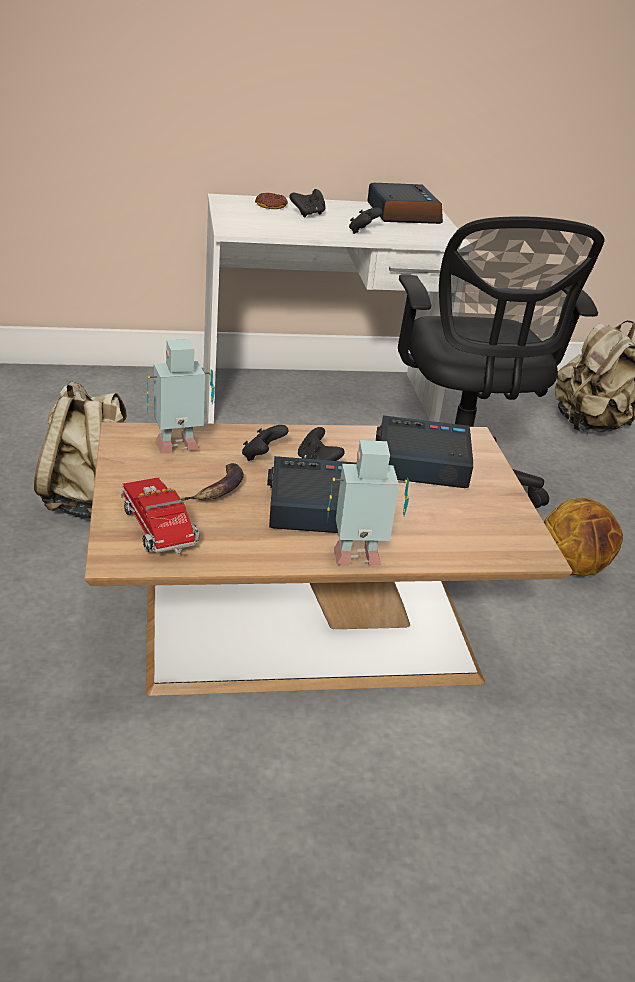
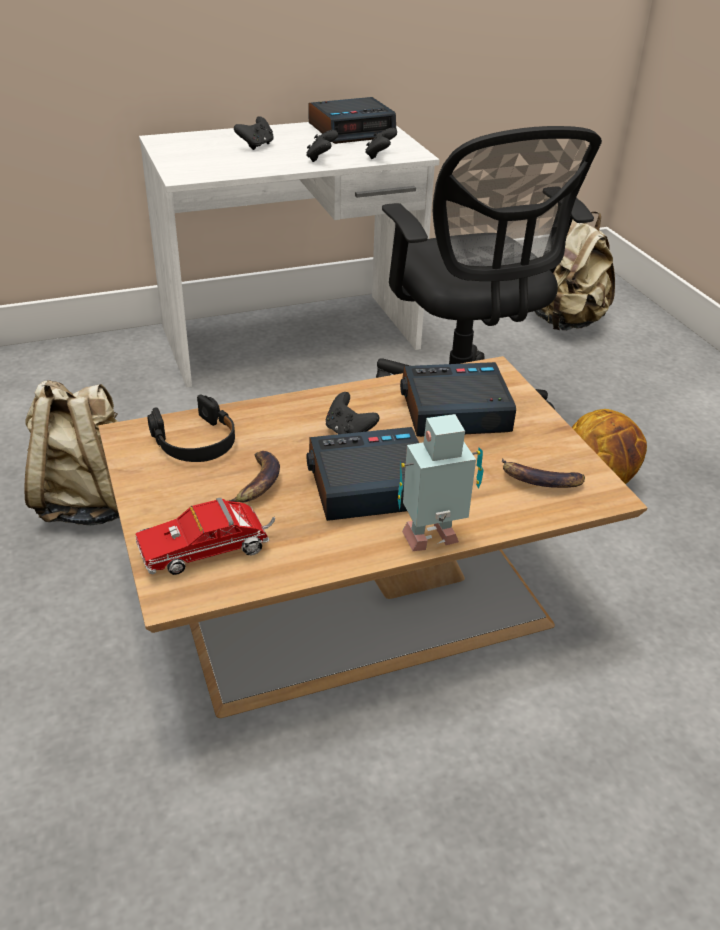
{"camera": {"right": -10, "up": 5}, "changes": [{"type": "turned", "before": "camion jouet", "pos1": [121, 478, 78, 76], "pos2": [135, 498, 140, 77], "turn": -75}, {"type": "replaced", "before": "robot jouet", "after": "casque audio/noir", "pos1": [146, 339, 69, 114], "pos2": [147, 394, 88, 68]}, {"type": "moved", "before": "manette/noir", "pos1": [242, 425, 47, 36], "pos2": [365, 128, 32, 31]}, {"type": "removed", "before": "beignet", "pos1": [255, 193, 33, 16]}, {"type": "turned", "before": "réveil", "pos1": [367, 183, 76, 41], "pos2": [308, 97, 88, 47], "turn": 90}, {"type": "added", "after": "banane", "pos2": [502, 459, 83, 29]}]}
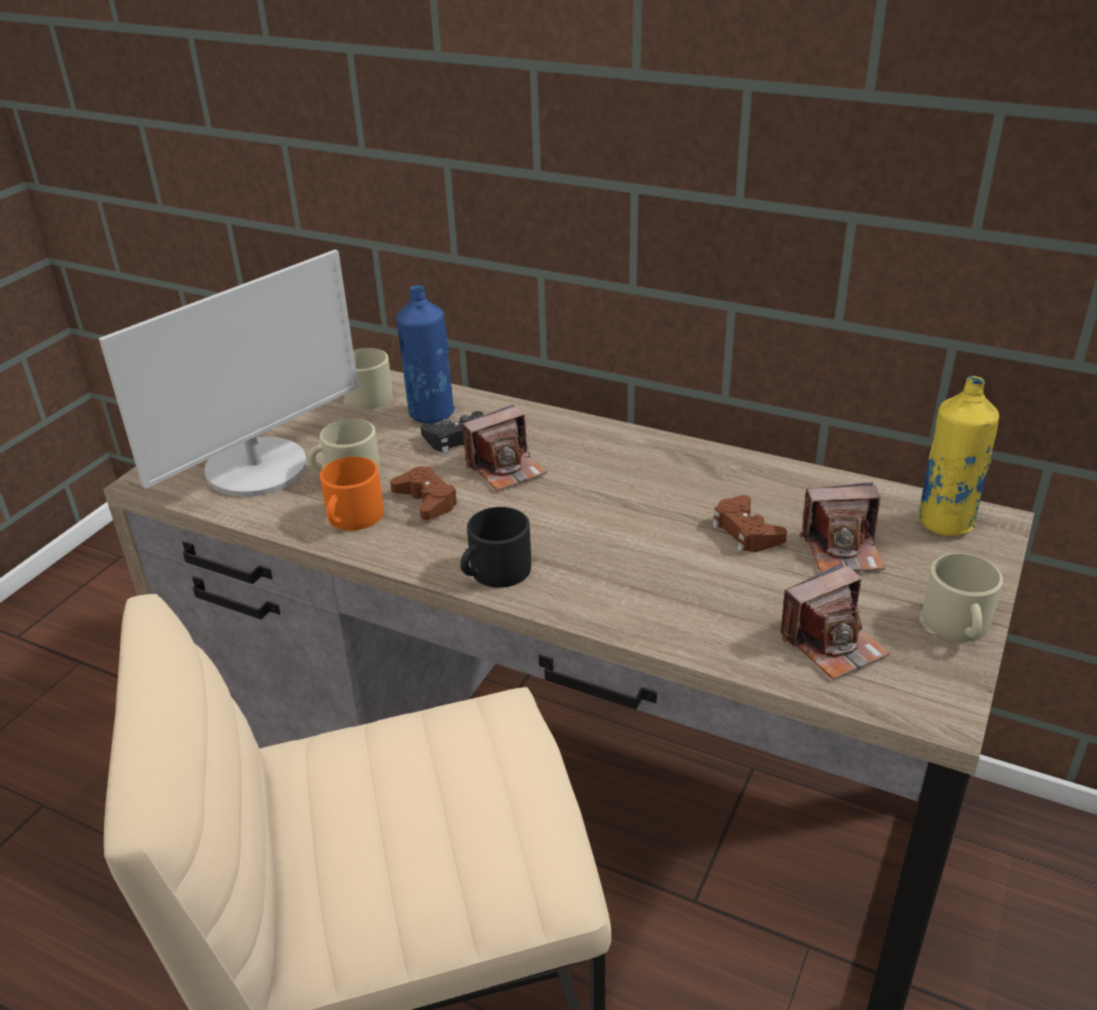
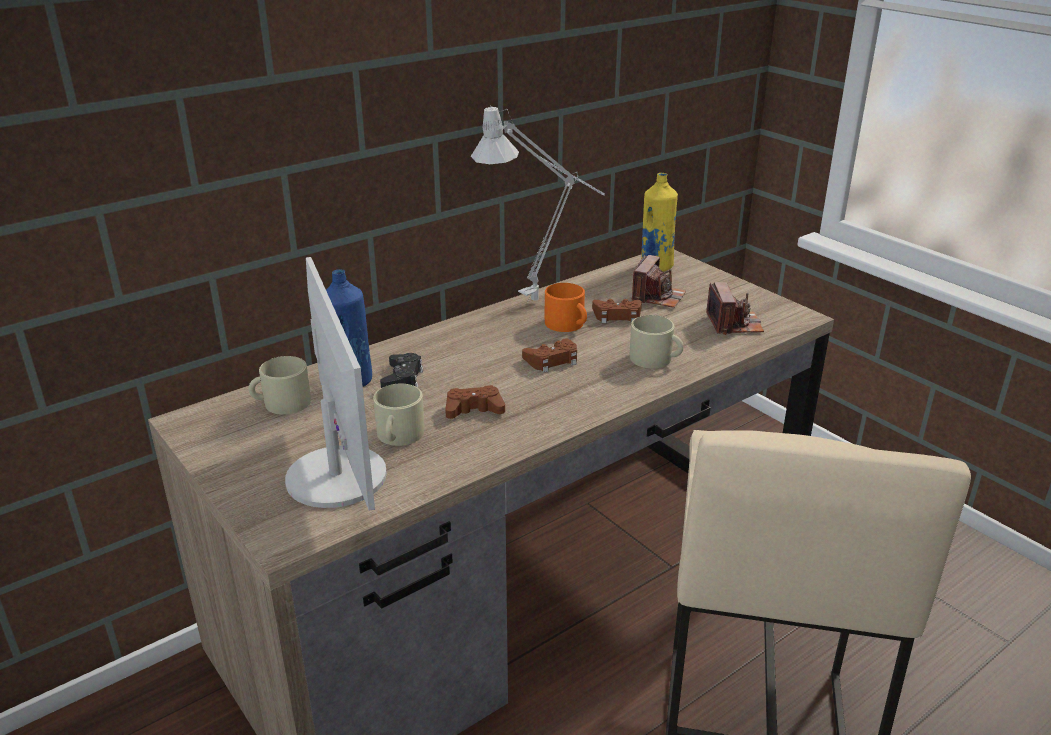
{"camera": {"right": -65, "up": -5}, "changes": [{"type": "moved", "before": "mug/orange", "pos1": [320, 457, 64, 74], "pos2": [545, 283, 42, 49]}, {"type": "removed", "before": "mug/noir", "pos1": [460, 507, 71, 81]}, {"type": "removed", "before": "appareil photo", "pos1": [462, 404, 85, 87]}, {"type": "moved", "before": "mug/beige", "pos1": [922, 553, 81, 89], "pos2": [630, 315, 54, 53]}, {"type": "added", "after": "lampe de table/gris", "pos2": [471, 107, 134, 193]}, {"type": "added", "after": "manette/marron", "pos2": [522, 339, 55, 34]}]}
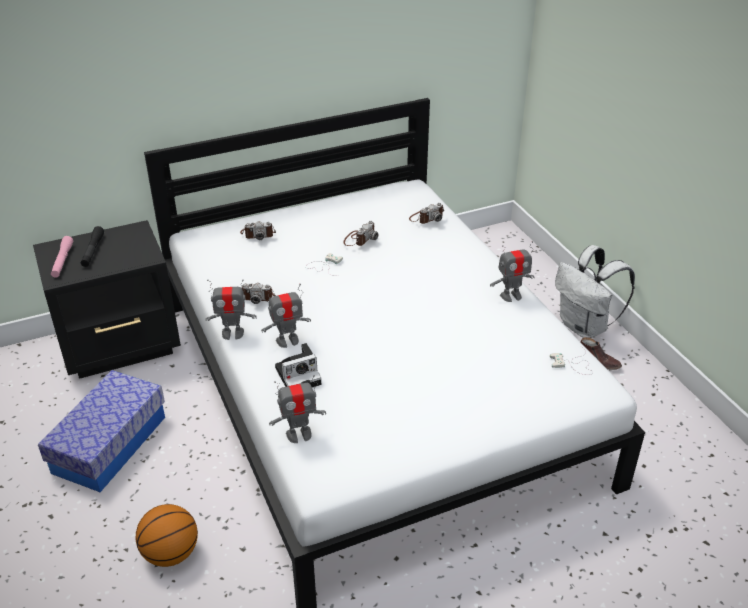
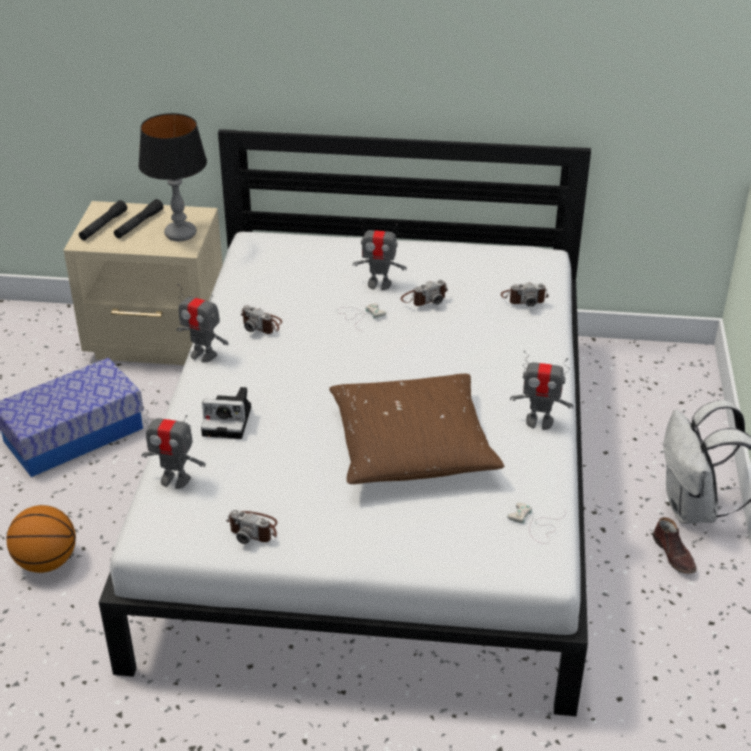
{"camera": {"right": 30, "up": 0}, "changes": [{"type": "recoloured", "before": "table de chevet/noir", "after": "table de chevet/beige", "pos1": [33, 220, 148, 159], "pos2": [64, 201, 159, 164]}, {"type": "recoloured", "before": "lampe de poche/rose", "after": "lampe de poche/noir", "pos1": [51, 236, 22, 42], "pos2": [79, 200, 48, 40]}, {"type": "moved", "before": "appareil photo", "pos1": [240, 221, 36, 19], "pos2": [226, 510, 51, 34]}, {"type": "moved", "before": "robot jouet", "pos1": [261, 284, 50, 64], "pos2": [353, 219, 54, 71]}, {"type": "added", "after": "lampe de table", "pos2": [138, 113, 69, 128]}, {"type": "added", "after": "coussin/marron", "pos2": [329, 374, 175, 110]}]}
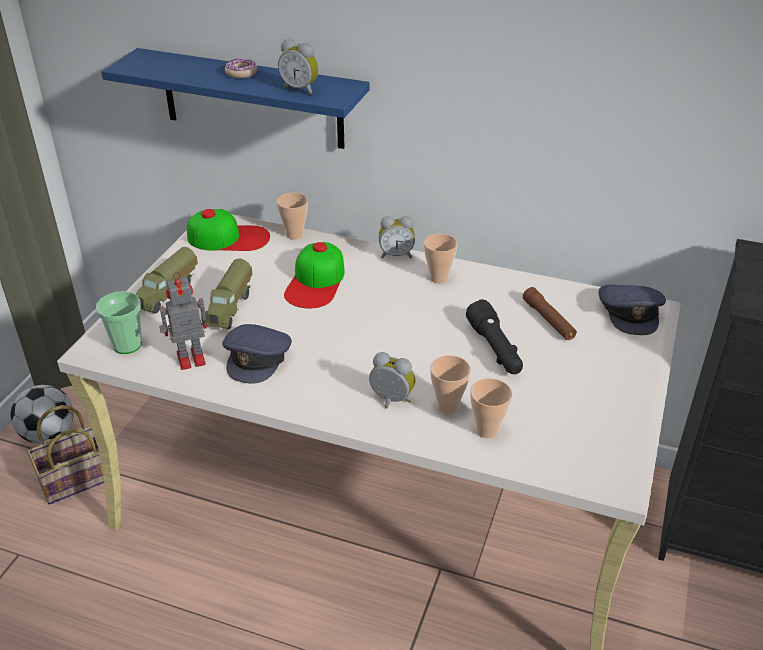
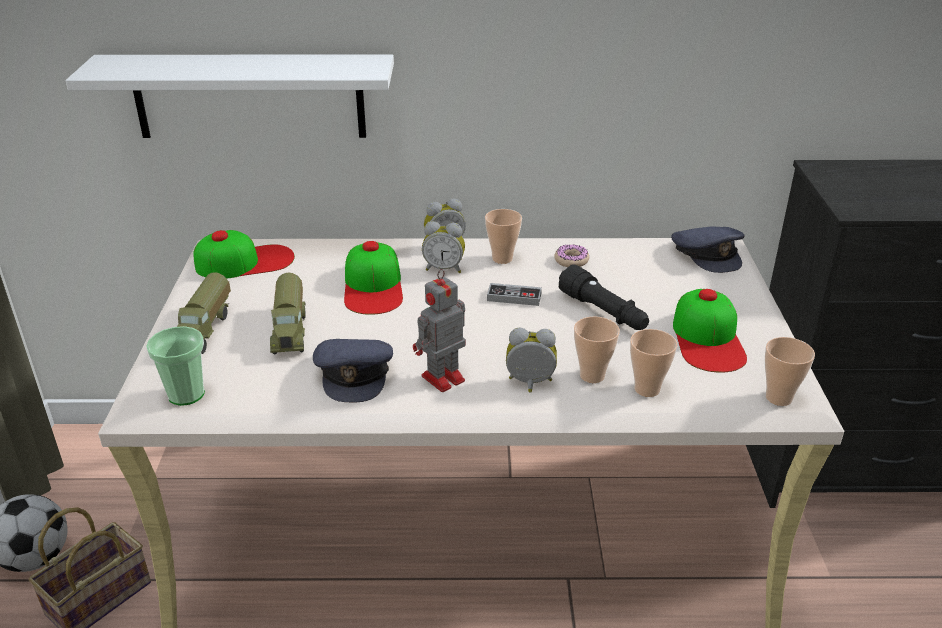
{"camera": {"right": -20, "up": -5}, "changes": [{"type": "recoloured", "before": "étagère/bleu", "after": "étagère/blanc", "pos1": [101, 48, 269, 101], "pos2": [66, 54, 328, 84]}, {"type": "moved", "before": "robot jouet", "pos1": [159, 272, 48, 98], "pos2": [413, 269, 53, 123]}, {"type": "moved", "before": "beignet", "pos1": [225, 58, 32, 20], "pos2": [554, 244, 35, 23]}, {"type": "moved", "before": "tasse", "pos1": [277, 193, 31, 46], "pos2": [765, 337, 50, 69]}, {"type": "moved", "before": "réveil", "pos1": [278, 39, 41, 56], "pos2": [422, 221, 43, 52]}, {"type": "removed", "before": "lampe de poche/marron", "pos1": [523, 287, 54, 53]}, {"type": "added", "after": "manette", "pos2": [487, 283, 55, 23]}, {"type": "added", "after": "casquette", "pos2": [673, 289, 74, 84]}]}
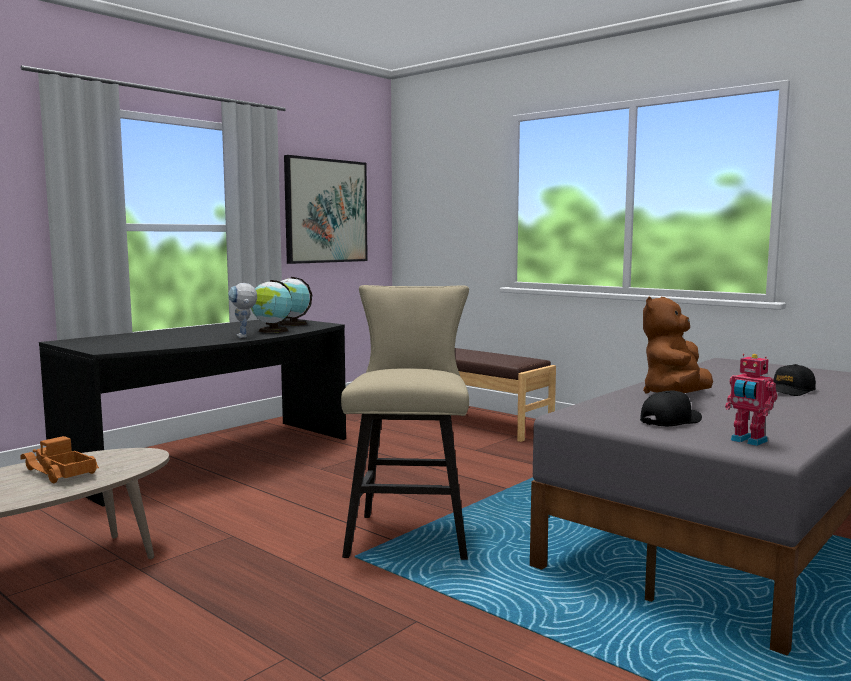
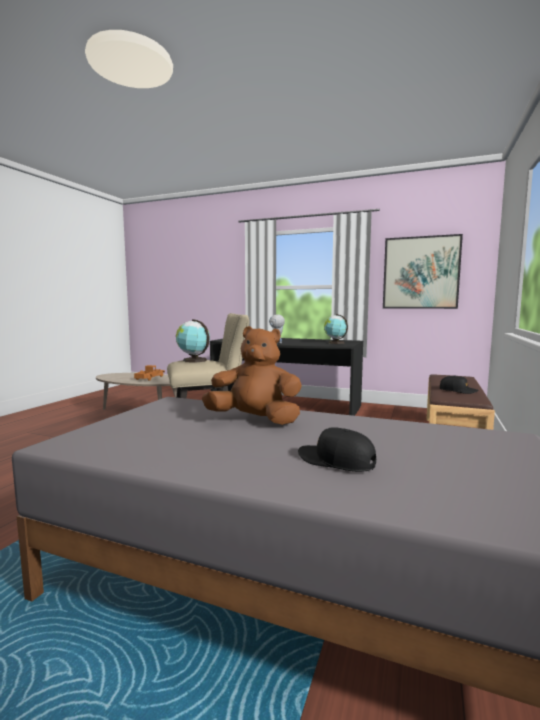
{"camera": {"right": 70, "up": 0}, "changes": [{"type": "moved", "before": "globe", "pos1": [251, 280, 41, 53], "pos2": [176, 319, 34, 44]}, {"type": "moved", "before": "casquette/noir", "pos1": [640, 391, 62, 35], "pos2": [440, 376, 39, 18]}, {"type": "removed", "before": "robot jouet", "pos1": [725, 354, 52, 92]}]}
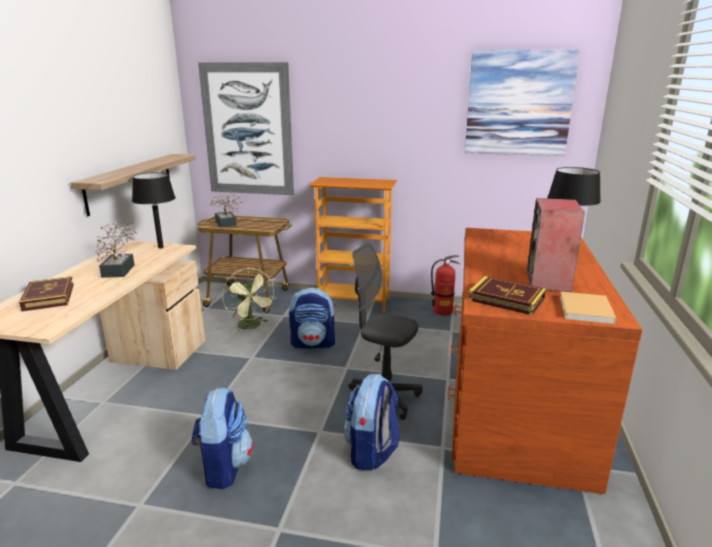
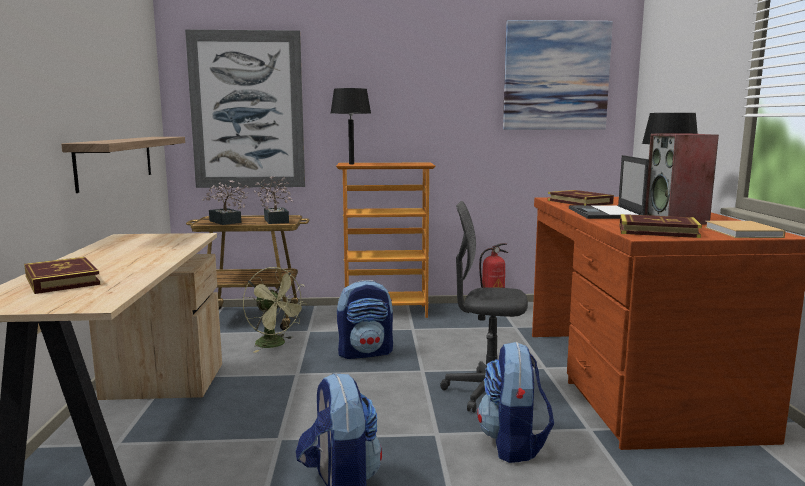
{"camera": {"right": -15, "up": -10}, "changes": [{"type": "moved", "before": "plante en pot", "pos1": [95, 219, 42, 59], "pos2": [254, 176, 39, 48]}, {"type": "moved", "before": "lampe de table/noir", "pos1": [132, 172, 44, 76], "pos2": [331, 88, 40, 76]}, {"type": "added", "after": "livre", "pos2": [548, 190, 66, 15]}, {"type": "added", "after": "ordinateur portable", "pos2": [569, 155, 80, 64]}]}
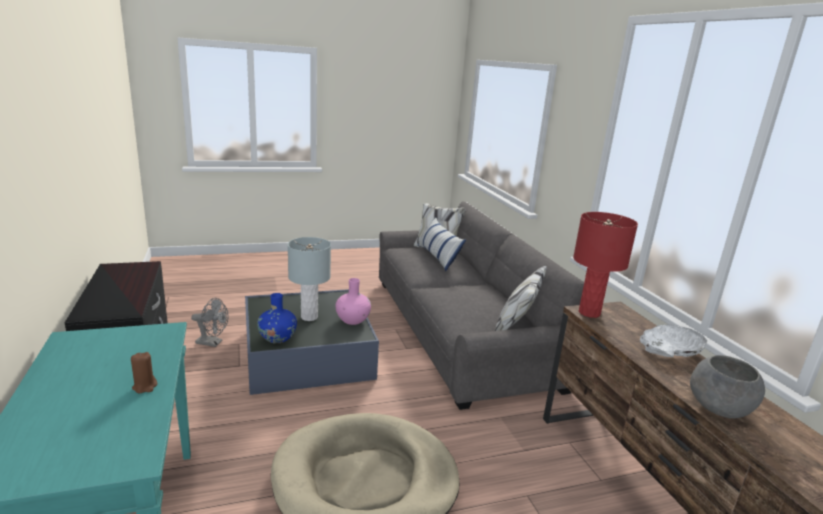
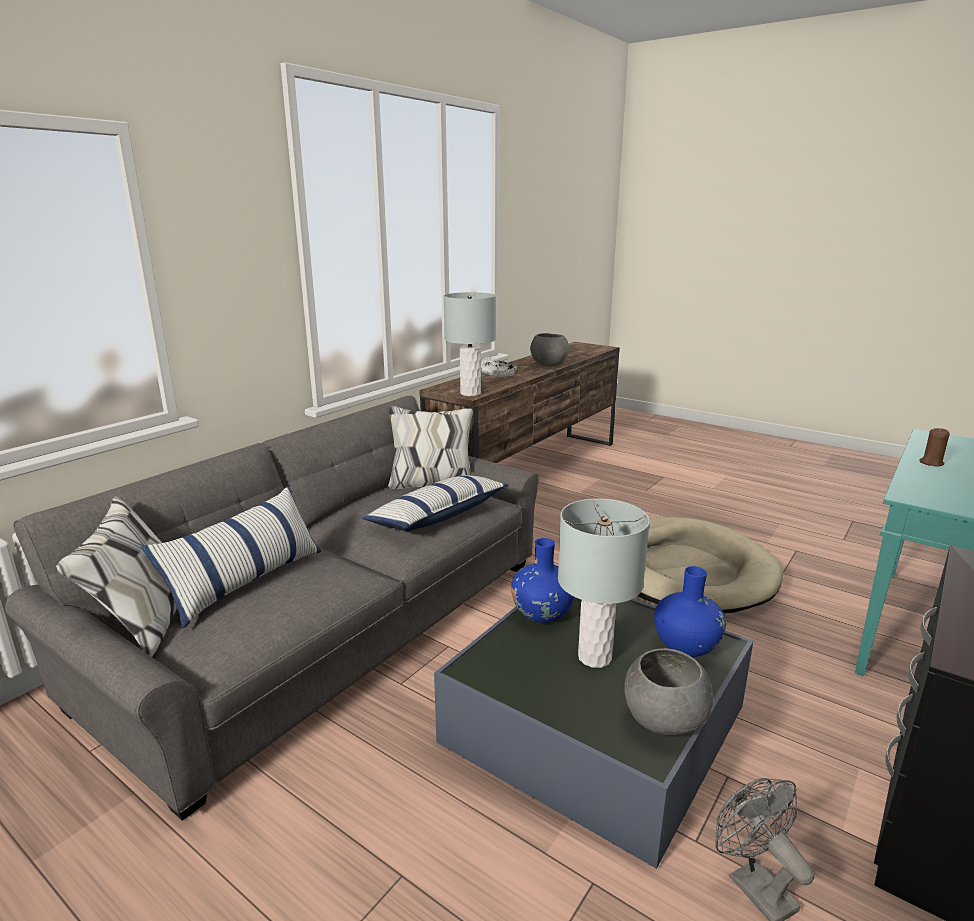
{"camera": {"right": -125, "up": 0}, "changes": [{"type": "recoloured", "before": "vase/rose", "after": "vase/bleu", "pos1": [336, 278, 35, 47], "pos2": [511, 538, 64, 85]}, {"type": "recoloured", "before": "lampe de table/rouge", "after": "lampe de table/gris", "pos1": [573, 212, 65, 106], "pos2": [444, 292, 52, 104]}, {"type": "added", "after": "coussin", "pos2": [362, 475, 146, 56]}, {"type": "added", "after": "bol/gris", "pos2": [624, 648, 89, 87]}]}
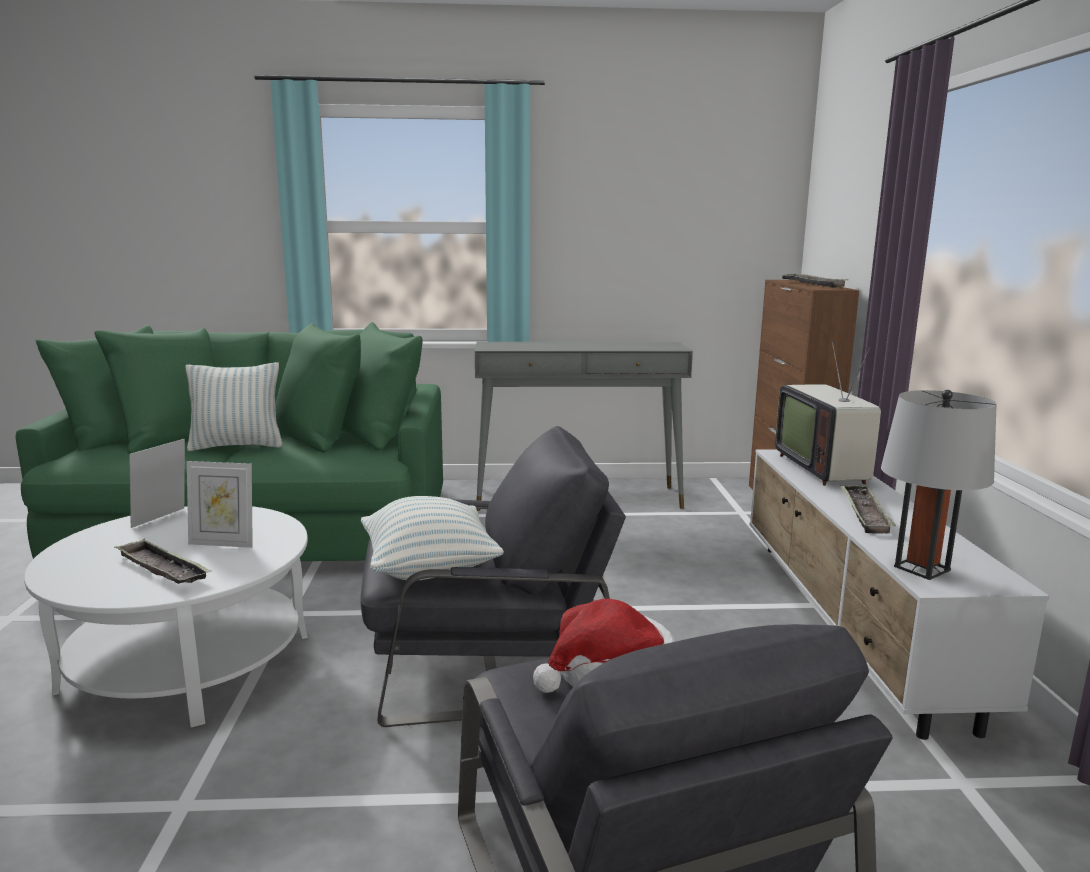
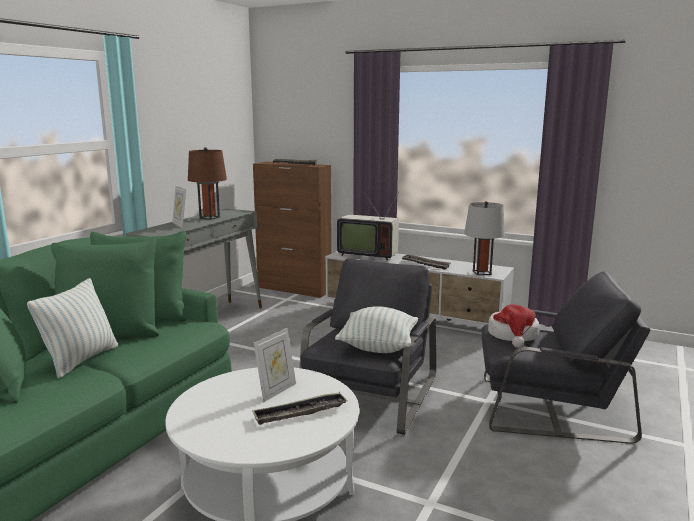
{"camera": {"right": -60, "up": 0}, "changes": [{"type": "moved", "before": "cadre photo", "pos1": [129, 439, 56, 89], "pos2": [172, 186, 14, 42]}, {"type": "added", "after": "lampe de table/marron", "pos2": [188, 147, 39, 73]}]}
